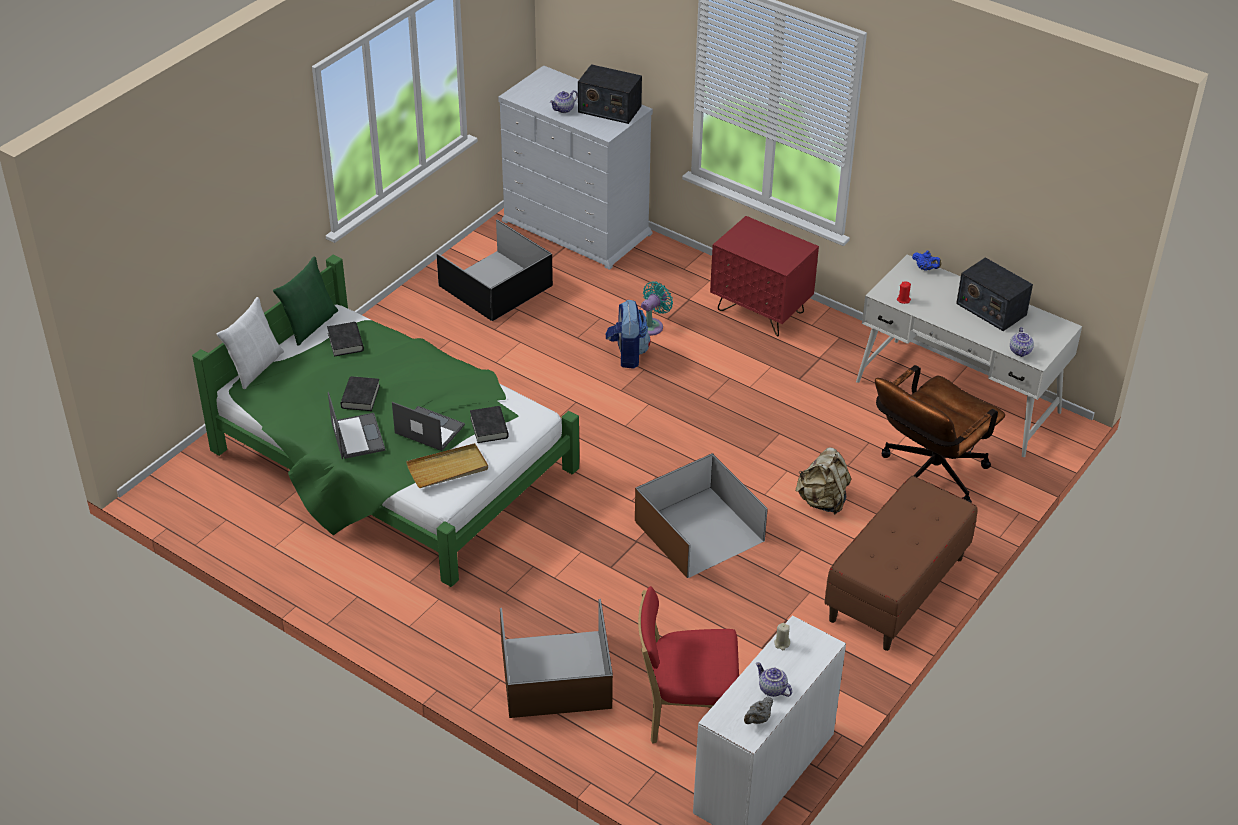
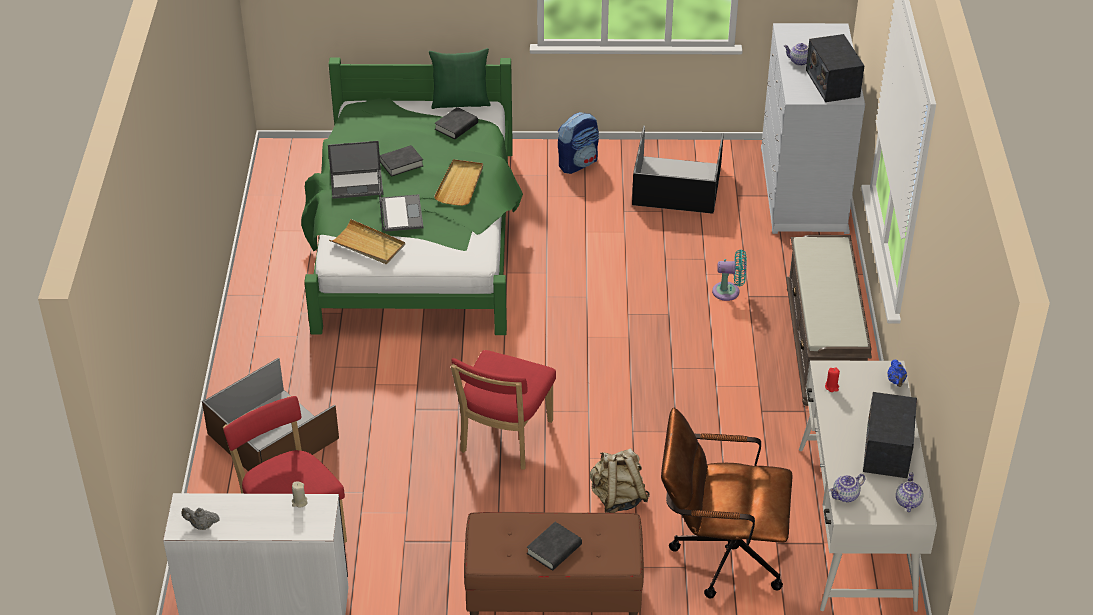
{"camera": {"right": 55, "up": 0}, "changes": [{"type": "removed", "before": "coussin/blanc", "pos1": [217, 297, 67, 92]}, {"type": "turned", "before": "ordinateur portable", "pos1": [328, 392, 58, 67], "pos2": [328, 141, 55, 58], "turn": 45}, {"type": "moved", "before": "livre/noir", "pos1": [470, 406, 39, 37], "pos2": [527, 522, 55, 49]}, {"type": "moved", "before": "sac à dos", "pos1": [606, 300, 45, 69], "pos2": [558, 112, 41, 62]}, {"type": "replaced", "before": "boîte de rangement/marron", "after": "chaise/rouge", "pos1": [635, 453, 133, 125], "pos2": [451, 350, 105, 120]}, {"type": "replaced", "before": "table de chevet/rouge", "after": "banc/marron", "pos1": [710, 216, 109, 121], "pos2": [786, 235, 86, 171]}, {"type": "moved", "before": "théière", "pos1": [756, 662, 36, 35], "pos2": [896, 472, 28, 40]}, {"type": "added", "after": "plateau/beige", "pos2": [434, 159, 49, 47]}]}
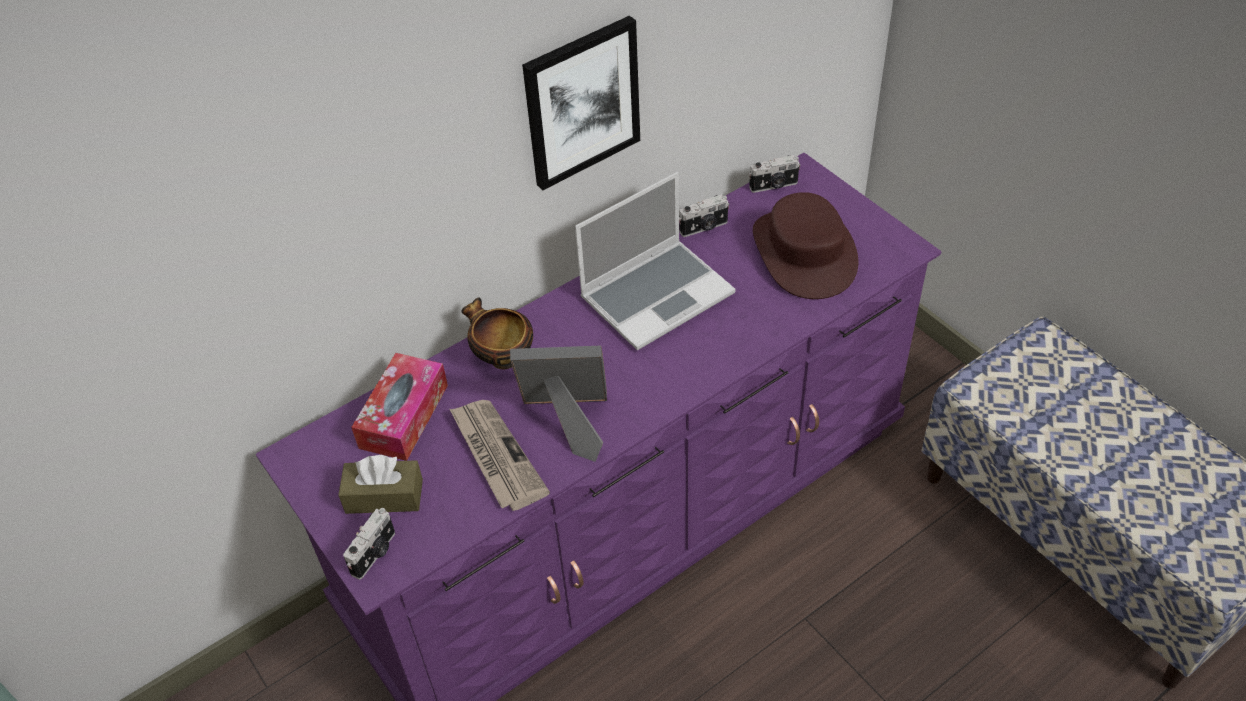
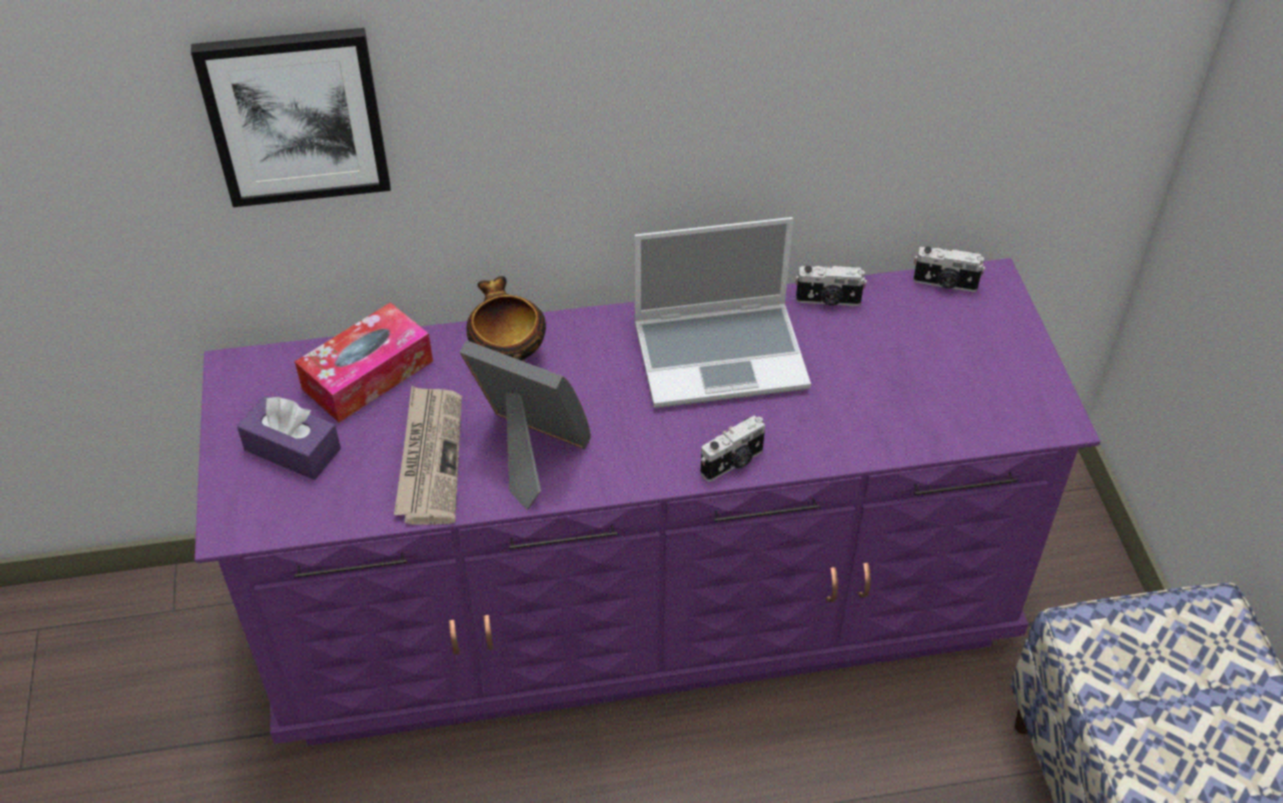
{"camera": {"right": 25, "up": 0}, "changes": [{"type": "recoloured", "before": "boîte à mouchoirs/marron", "after": "boîte à mouchoirs/violet", "pos1": [338, 455, 85, 59], "pos2": [237, 396, 104, 84]}, {"type": "moved", "before": "appareil photo", "pos1": [343, 508, 52, 72], "pos2": [700, 415, 65, 67]}, {"type": "moved", "before": "tableau", "pos1": [522, 16, 118, 174], "pos2": [191, 28, 200, 179]}, {"type": "removed", "before": "chapeau/marron", "pos1": [753, 192, 105, 107]}]}
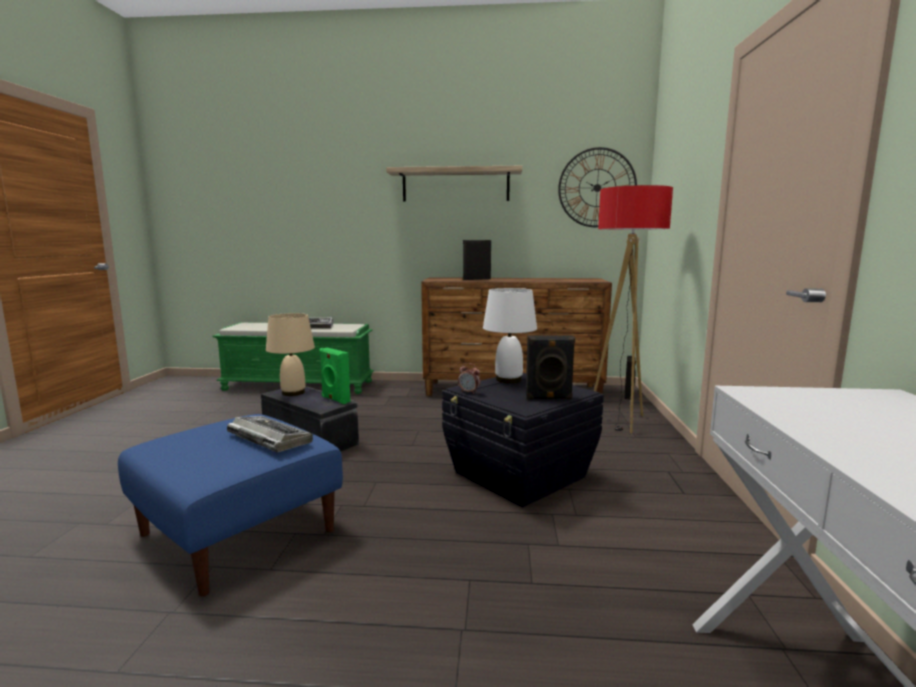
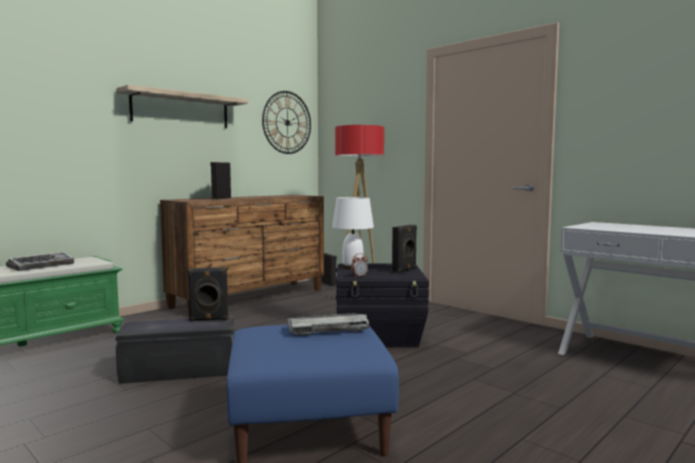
{"camera": {"right": -50, "up": -5}, "changes": [{"type": "removed", "before": "lampe de table/beige", "pos1": [266, 313, 49, 83]}, {"type": "recoloured", "before": "enceinte/vert", "after": "enceinte/noir", "pos1": [319, 347, 31, 57], "pos2": [188, 267, 40, 54]}]}
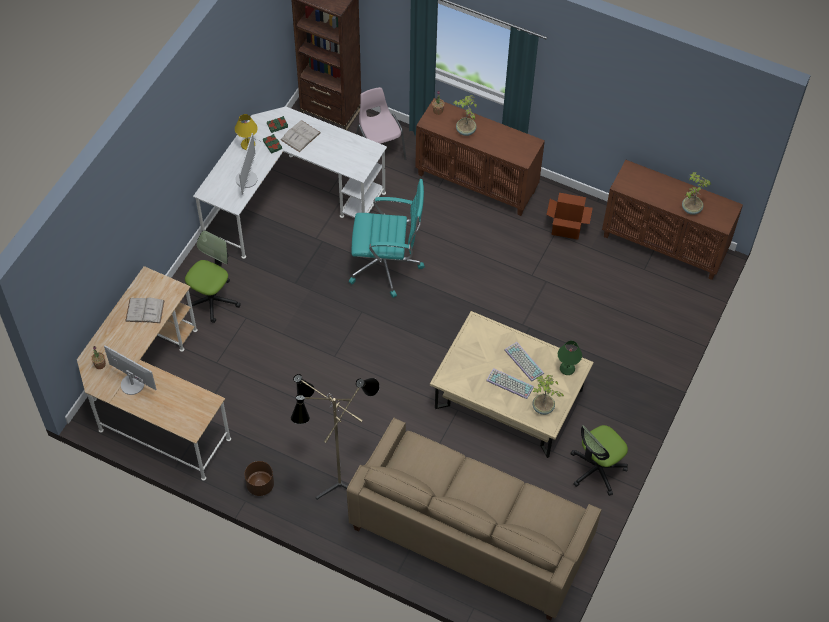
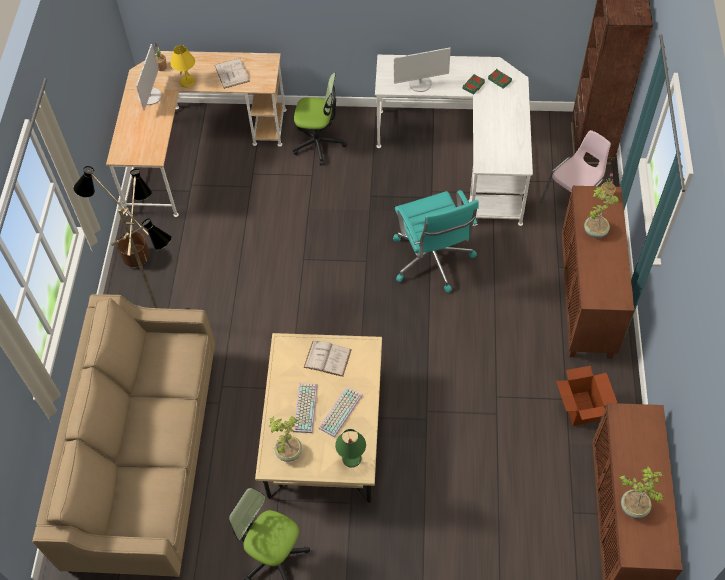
{"camera": {"right": 70, "up": 0}, "changes": [{"type": "moved", "before": "lampe de table/jaune", "pos1": [235, 114, 23, 36], "pos2": [170, 45, 25, 42]}, {"type": "moved", "before": "livre/blanc", "pos1": [281, 120, 40, 32], "pos2": [304, 341, 48, 36]}]}
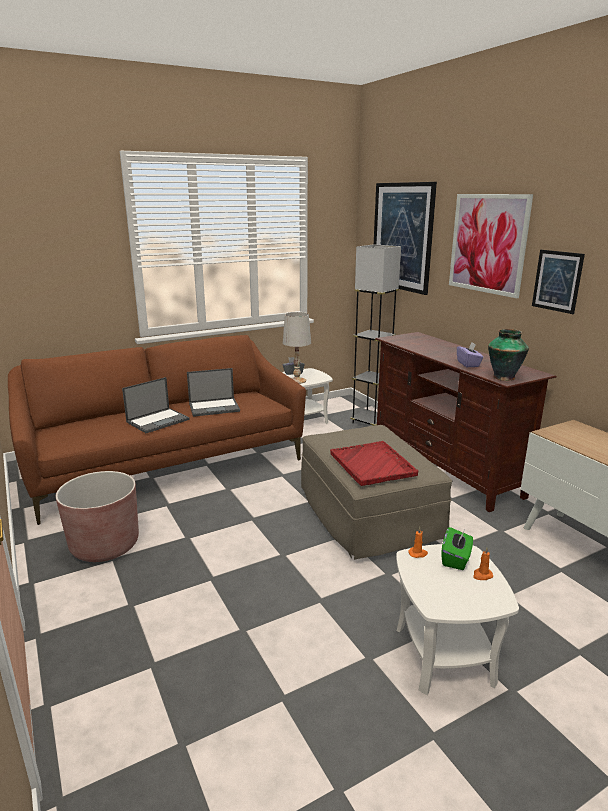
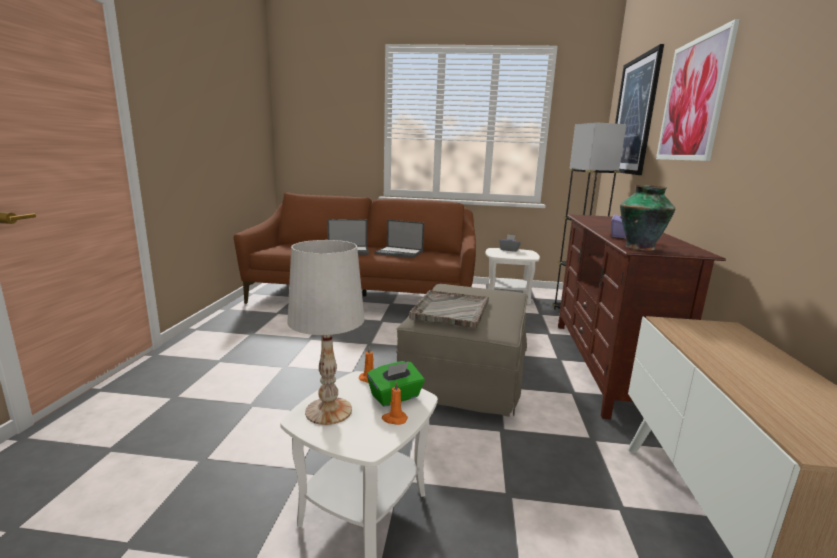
{"camera": {"right": 35, "up": -5}, "changes": [{"type": "removed", "before": "cache-pot/marron", "pos1": [56, 471, 83, 91]}, {"type": "moved", "before": "lampe de table/blanc", "pos1": [283, 312, 28, 72], "pos2": [287, 240, 78, 185]}, {"type": "recoloured", "before": "plateau/rouge", "after": "plateau/gris", "pos1": [330, 441, 88, 45], "pos2": [409, 290, 80, 38]}, {"type": "removed", "before": "tableau", "pos1": [532, 250, 53, 64]}]}
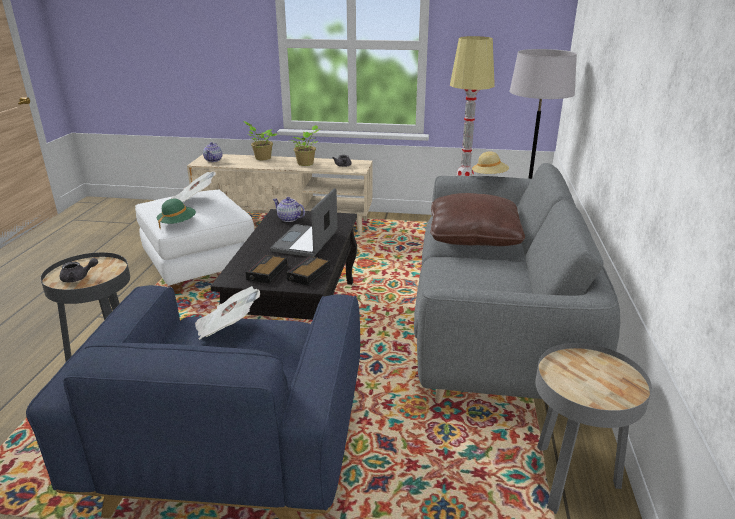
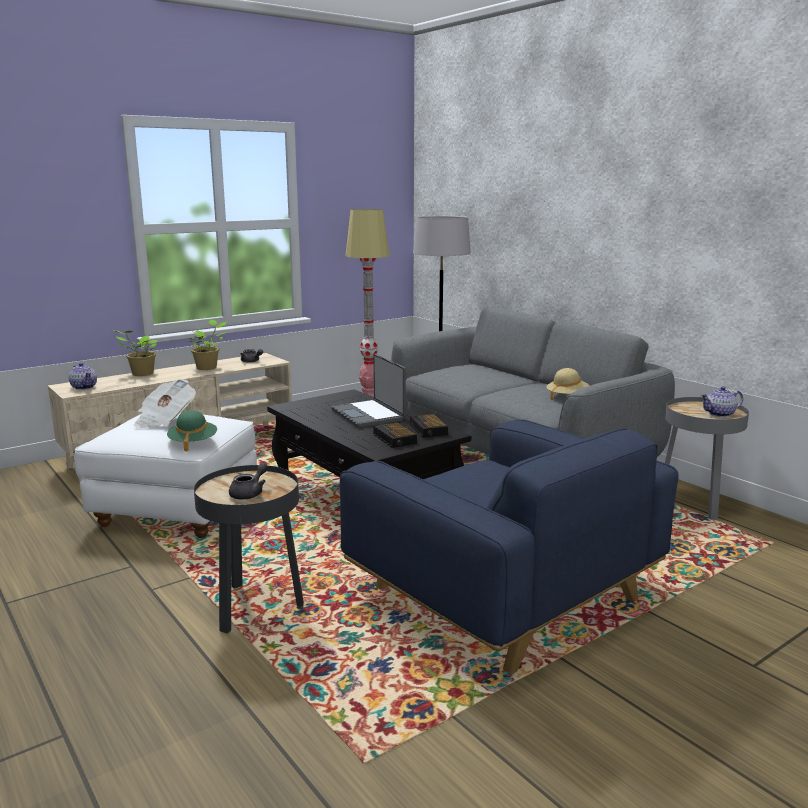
{"camera": {"right": -45, "up": -10}, "changes": [{"type": "removed", "before": "journal", "pos1": [195, 286, 65, 54]}, {"type": "moved", "before": "théière", "pos1": [273, 197, 32, 25], "pos2": [701, 386, 42, 31]}, {"type": "removed", "before": "coussin/marron", "pos1": [430, 193, 95, 53]}, {"type": "moved", "before": "chapeau/beige", "pos1": [471, 152, 38, 23], "pos2": [546, 368, 44, 32]}]}
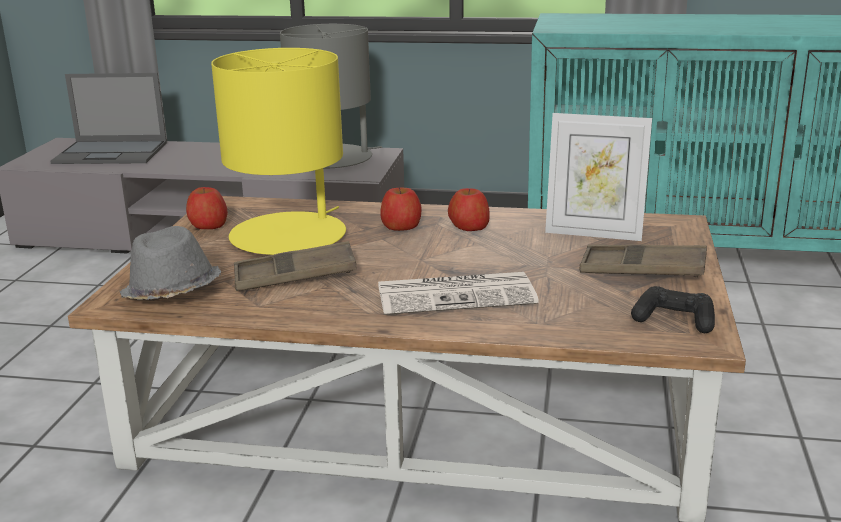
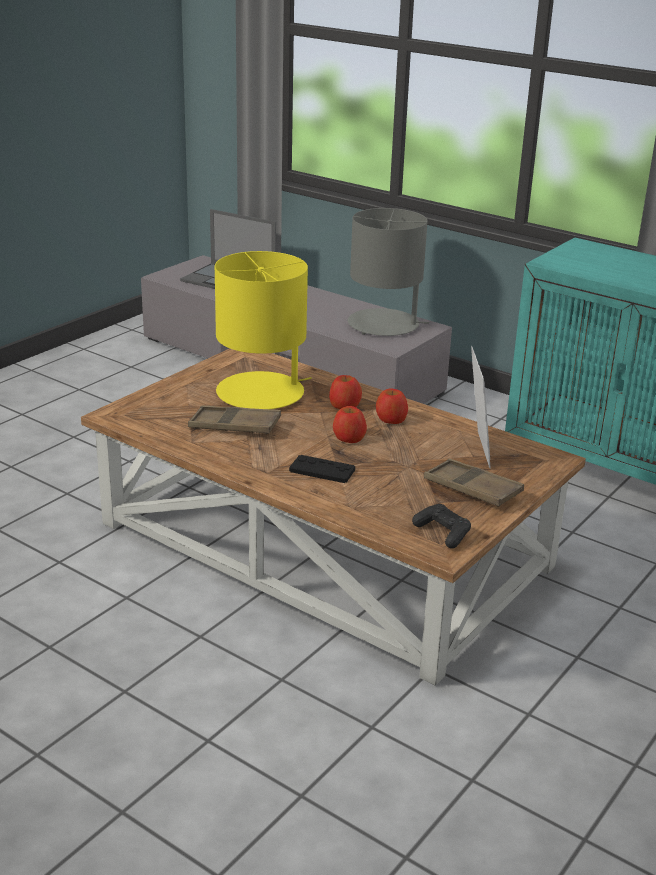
{"camera": {"right": 25, "up": 5}, "changes": [{"type": "removed", "before": "chapeau/gris", "pos1": [120, 226, 101, 74]}, {"type": "moved", "before": "pomme", "pos1": [186, 187, 42, 42], "pos2": [333, 406, 34, 37]}, {"type": "replaced", "before": "journal", "after": "manette/noir", "pos1": [378, 272, 161, 43], "pos2": [289, 455, 66, 28]}, {"type": "turned", "before": "cadre photo", "pos1": [545, 113, 107, 128], "pos2": [471, 346, 20, 123], "turn": -135}]}
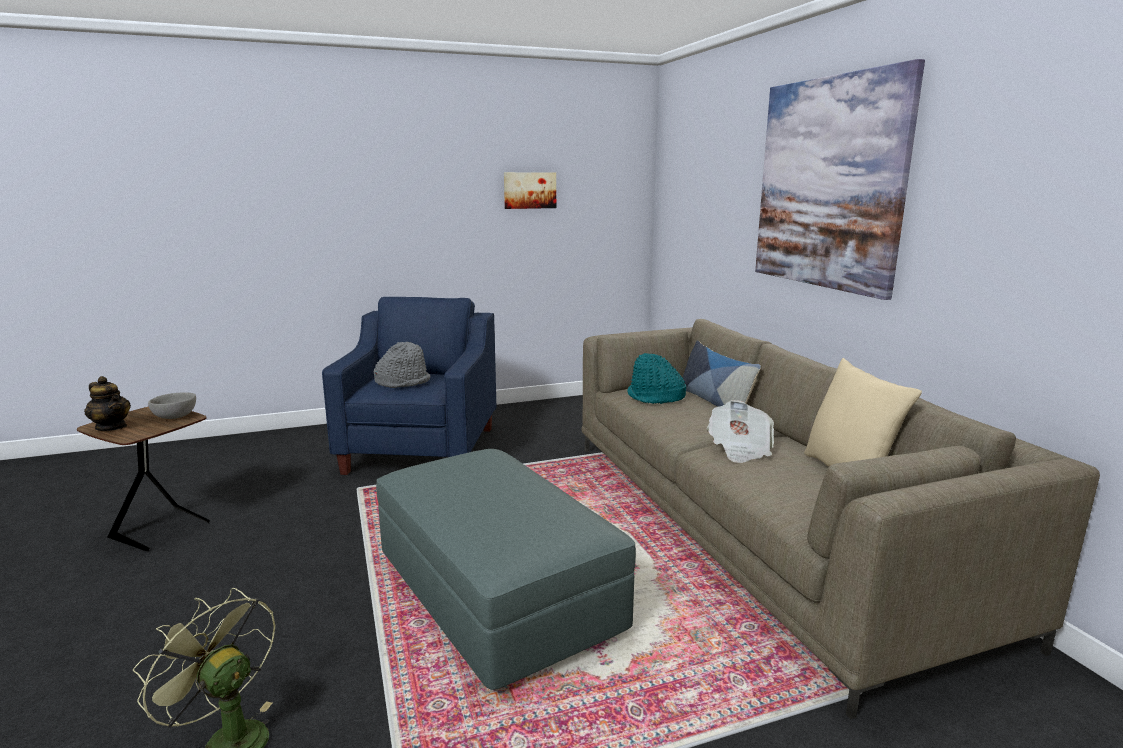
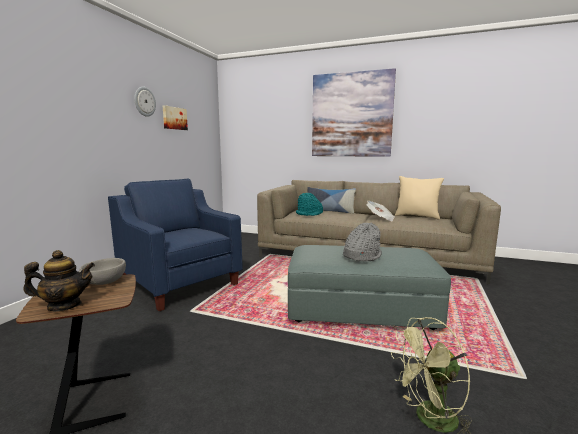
{"camera": {"right": -50, "up": -5}, "changes": [{"type": "moved", "before": "chapeau/gris", "pos1": [374, 342, 56, 46], "pos2": [343, 223, 39, 38]}, {"type": "added", "after": "horloge murale", "pos2": [134, 87, 22, 30]}]}
